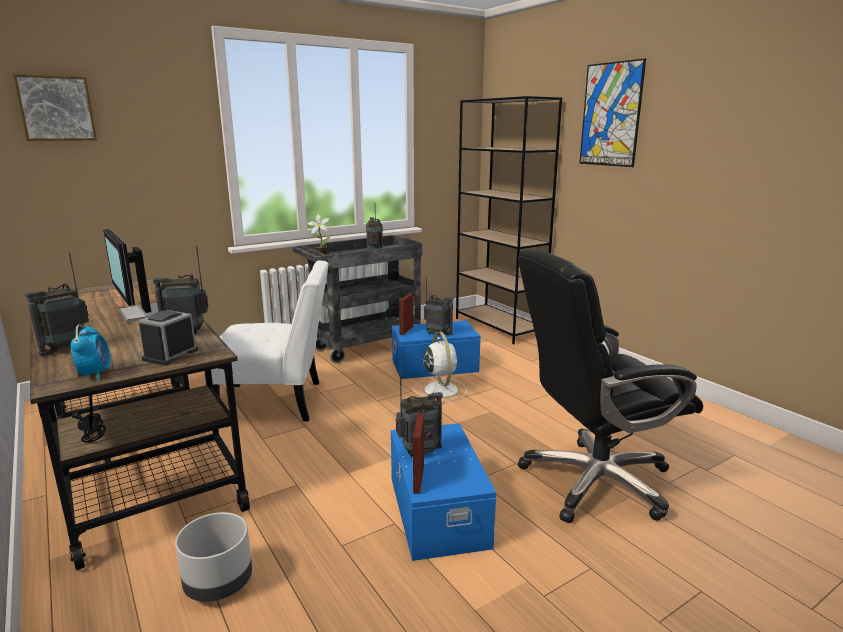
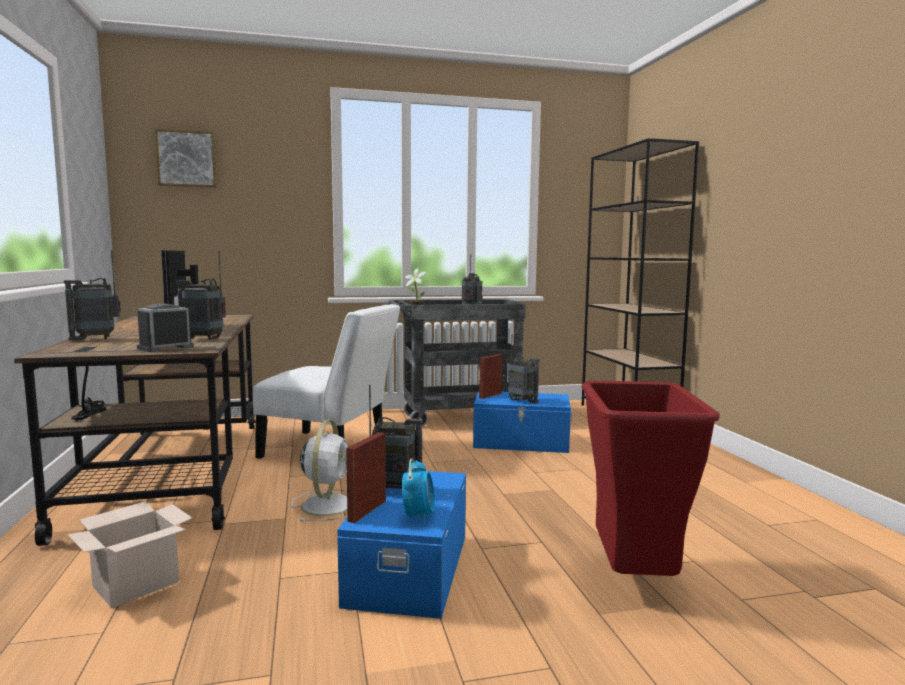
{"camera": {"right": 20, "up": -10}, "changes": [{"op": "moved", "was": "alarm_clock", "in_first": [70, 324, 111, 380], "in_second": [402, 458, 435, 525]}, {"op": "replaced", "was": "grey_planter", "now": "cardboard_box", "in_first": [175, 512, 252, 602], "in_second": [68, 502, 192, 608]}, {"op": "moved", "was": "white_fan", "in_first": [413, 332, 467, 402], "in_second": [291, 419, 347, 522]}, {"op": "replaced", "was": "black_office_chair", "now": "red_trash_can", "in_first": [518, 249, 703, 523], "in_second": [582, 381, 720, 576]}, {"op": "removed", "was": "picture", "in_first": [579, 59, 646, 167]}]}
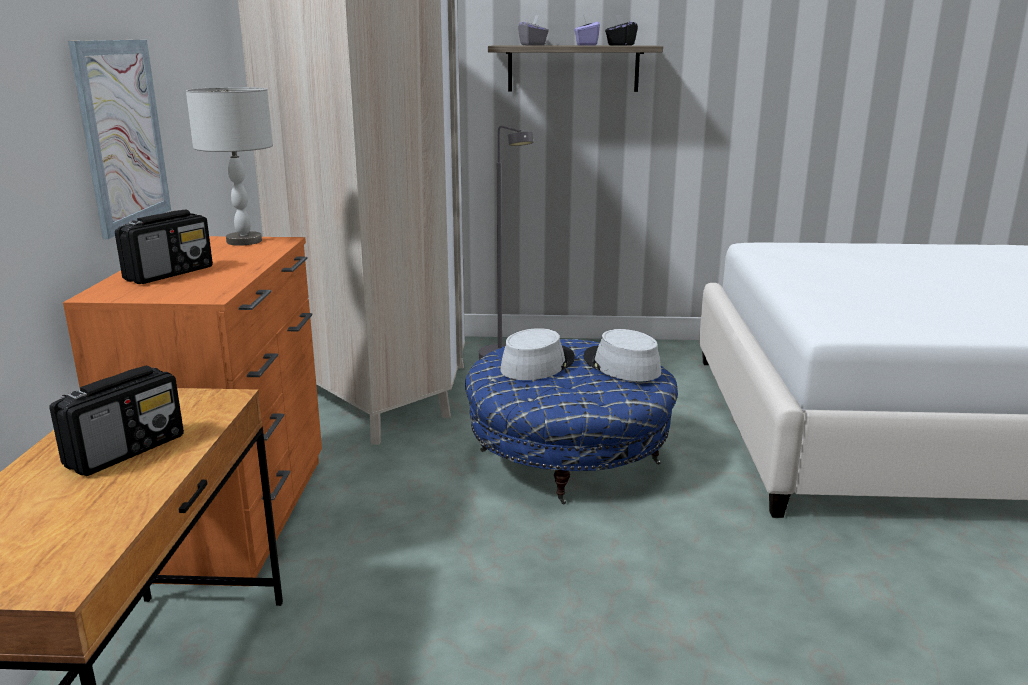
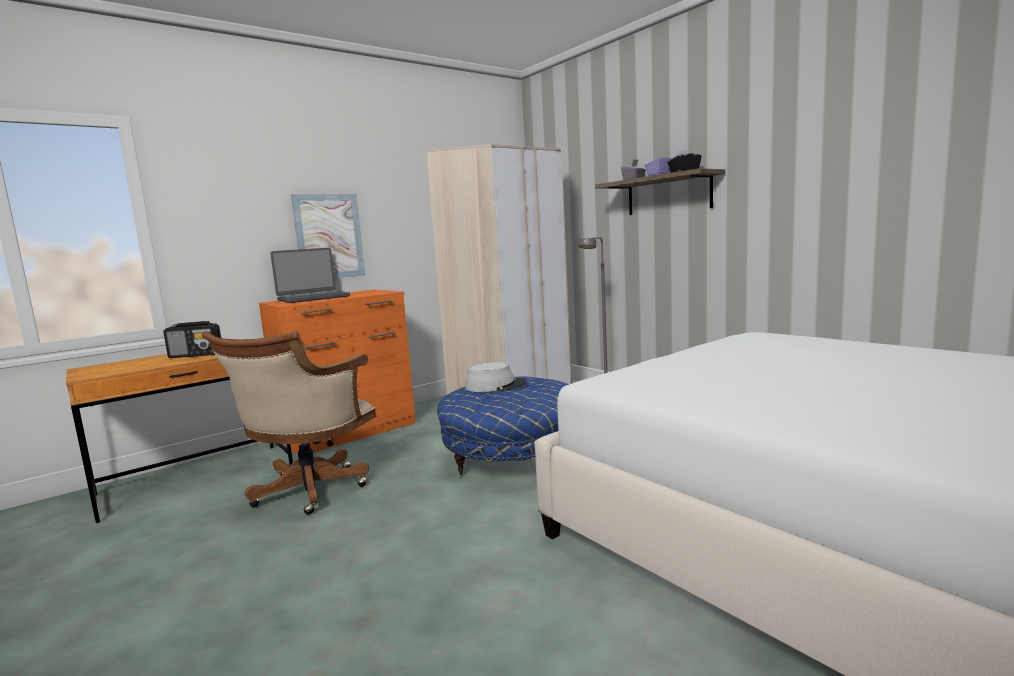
{"camera": {"right": 50, "up": -10}, "changes": [{"op": "replaced", "was": "radio", "now": "laptop", "in_first": [115, 210, 213, 284], "in_second": [270, 248, 350, 303]}, {"op": "removed", "was": "grey_table_lamp", "in_first": [186, 87, 273, 246]}, {"op": "removed", "was": "grey_hat", "in_first": [583, 329, 661, 381]}, {"op": "added", "now": "office_chair", "in_second": [201, 331, 376, 514]}]}
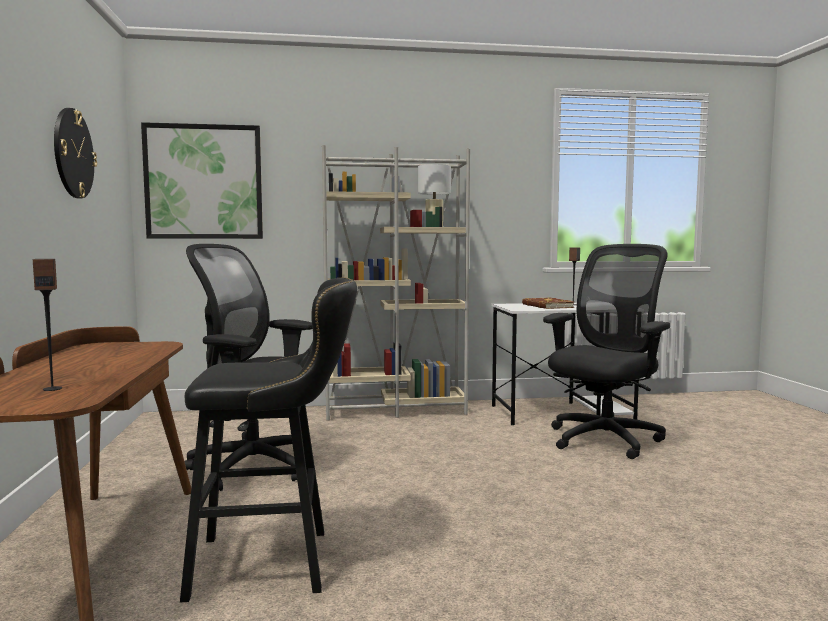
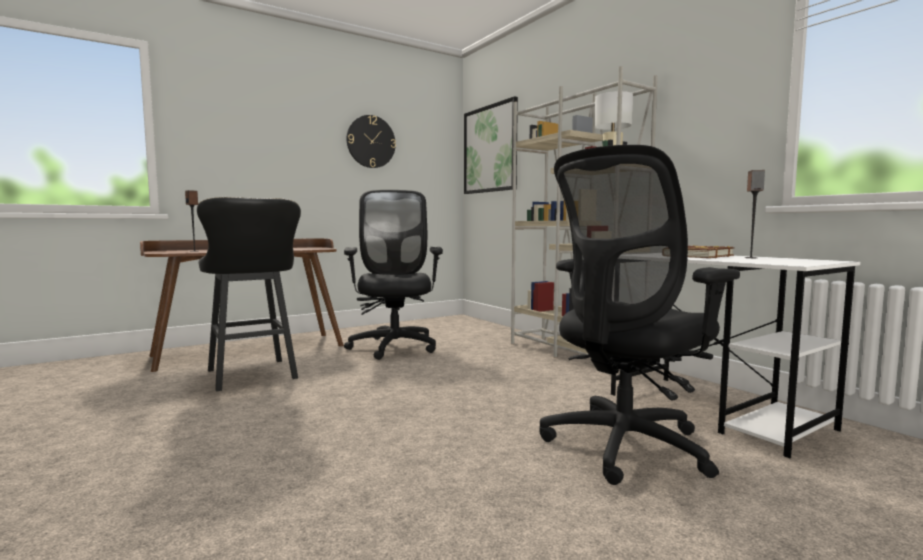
{"camera": {"right": 65, "up": 0}, "changes": [{"op": "turned", "was": "black_office_chair", "in_first": [543, 244, 670, 459], "in_second": [539, 145, 740, 485], "clockwise": 120}]}
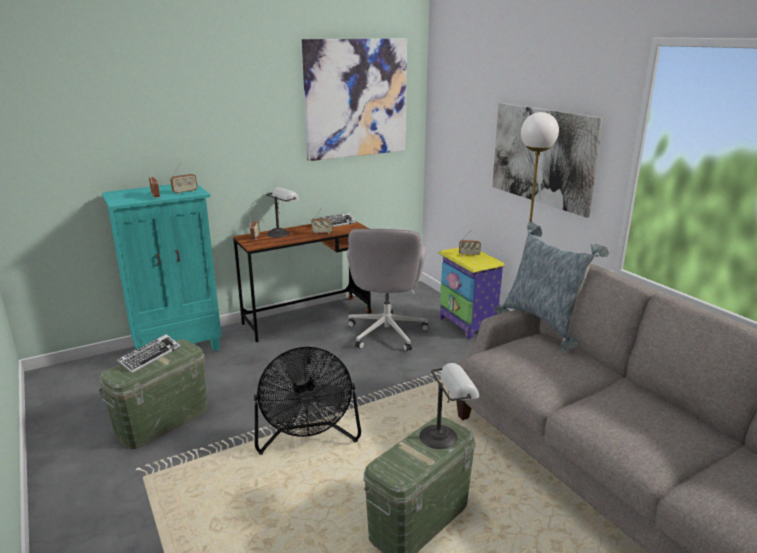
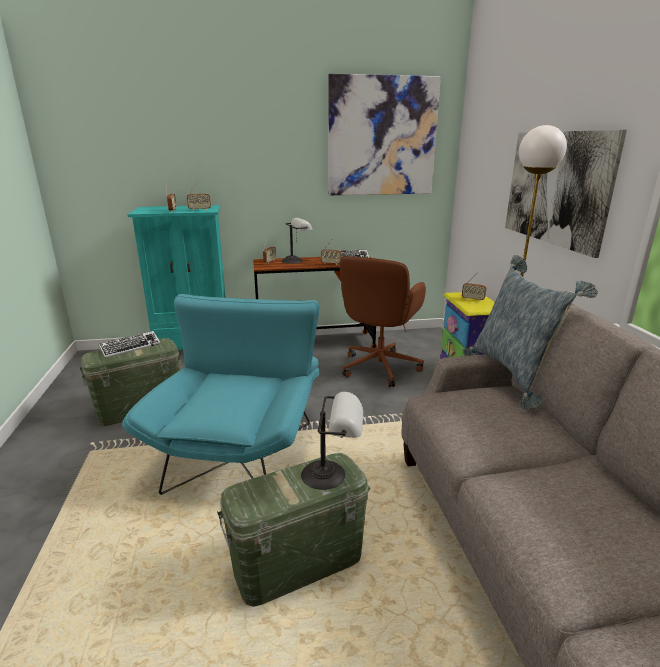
{"camera": {"right": 20, "up": 0}, "changes": [{"op": "replaced", "was": "black_fan", "now": "turquoise_armchair", "in_first": [254, 347, 361, 455], "in_second": [122, 294, 319, 495]}, {"op": "recoloured", "was": "grey_office_chair", "now": "brown_office_chair", "in_first": [347, 229, 428, 351], "in_second": [339, 256, 426, 387]}]}
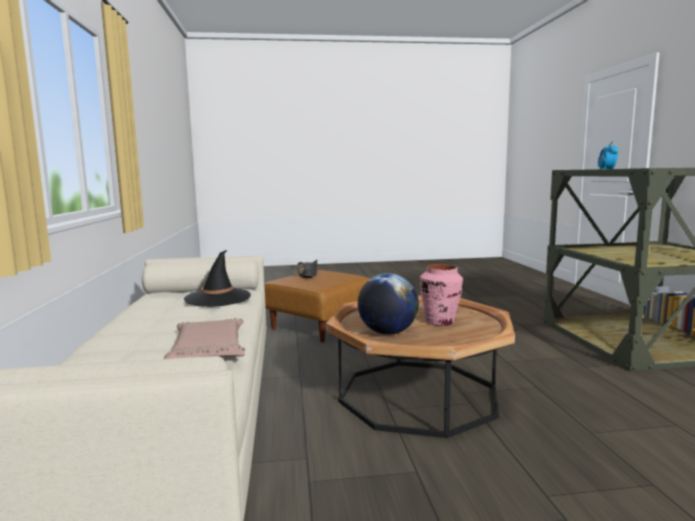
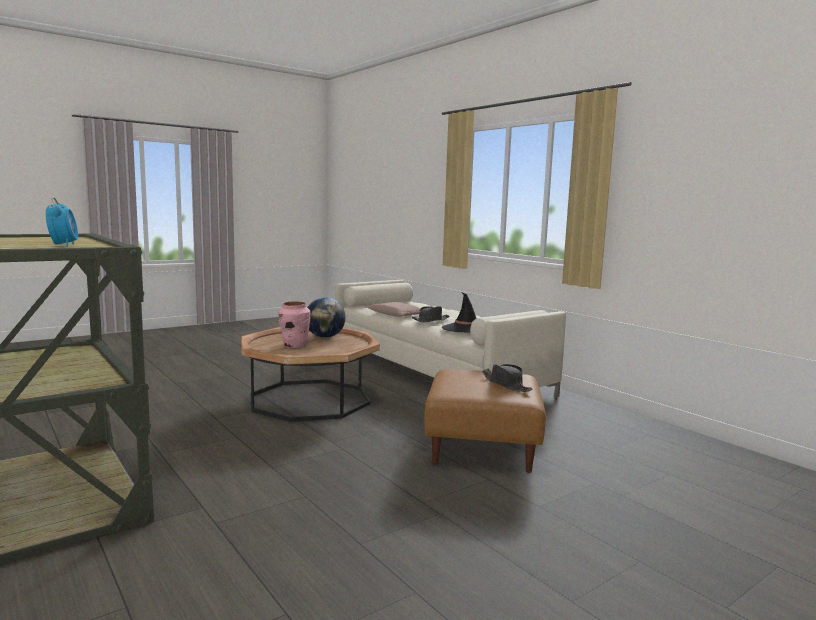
{"camera": {"right": 150, "up": 0}, "changes": [{"op": "added", "now": "black_hat", "in_second": [412, 306, 449, 323]}]}
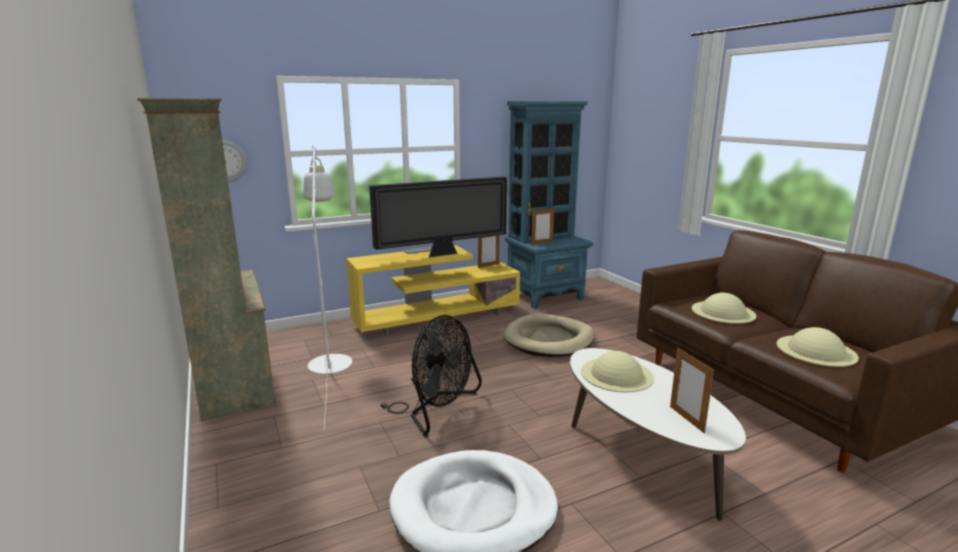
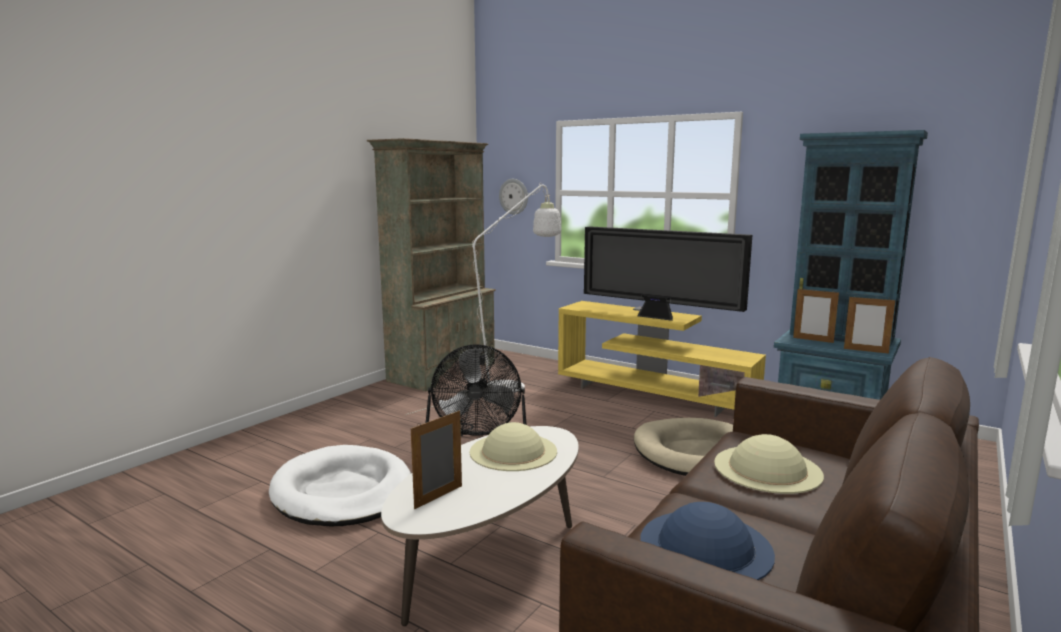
{"camera": {"right": 60, "up": -5}, "changes": [{"op": "moved", "was": "picture_frame", "in_first": [478, 235, 500, 268], "in_second": [844, 295, 895, 354]}, {"op": "recoloured", "was": "beige_hat", "now": "blue_hat", "in_first": [777, 327, 859, 367], "in_second": [640, 502, 775, 580]}]}
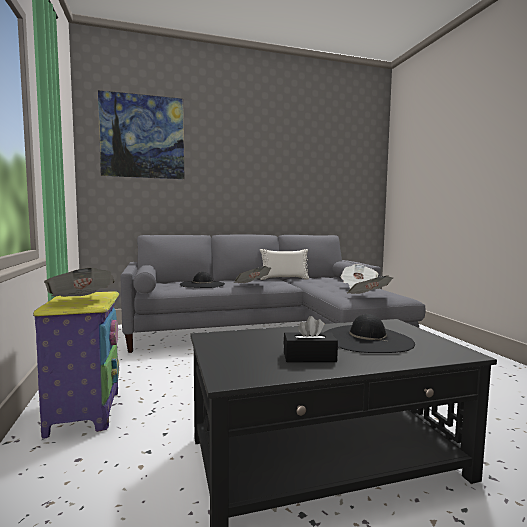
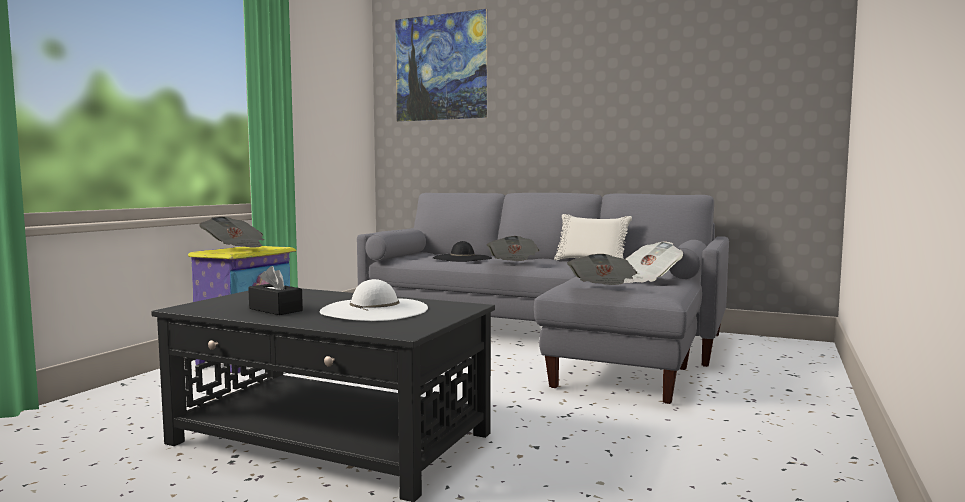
{"camera": {"right": 40, "up": 0}, "changes": [{"op": "recoloured", "was": "black_hat", "now": "white_hat", "in_first": [325, 314, 415, 353], "in_second": [319, 279, 428, 321]}]}
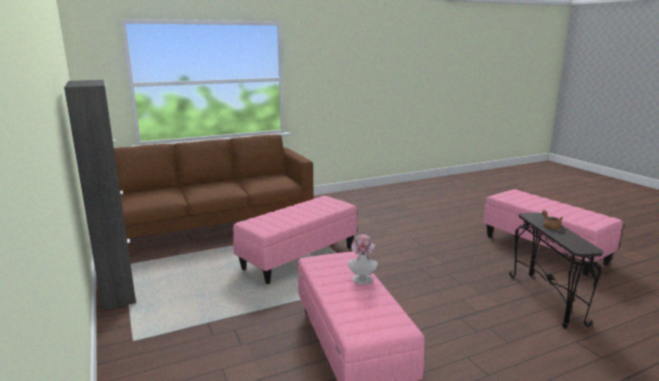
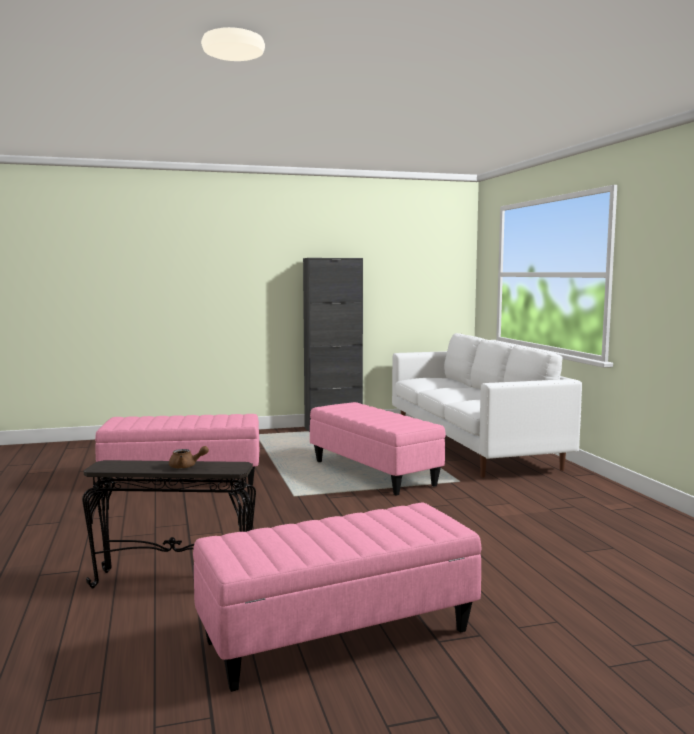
{"camera": {"right": 100, "up": -10}, "changes": [{"op": "recoloured", "was": "brown_sofa", "now": "white_sofa", "in_first": [114, 134, 314, 256], "in_second": [392, 333, 582, 478]}, {"op": "removed", "was": "hat", "in_first": [348, 234, 378, 285]}]}
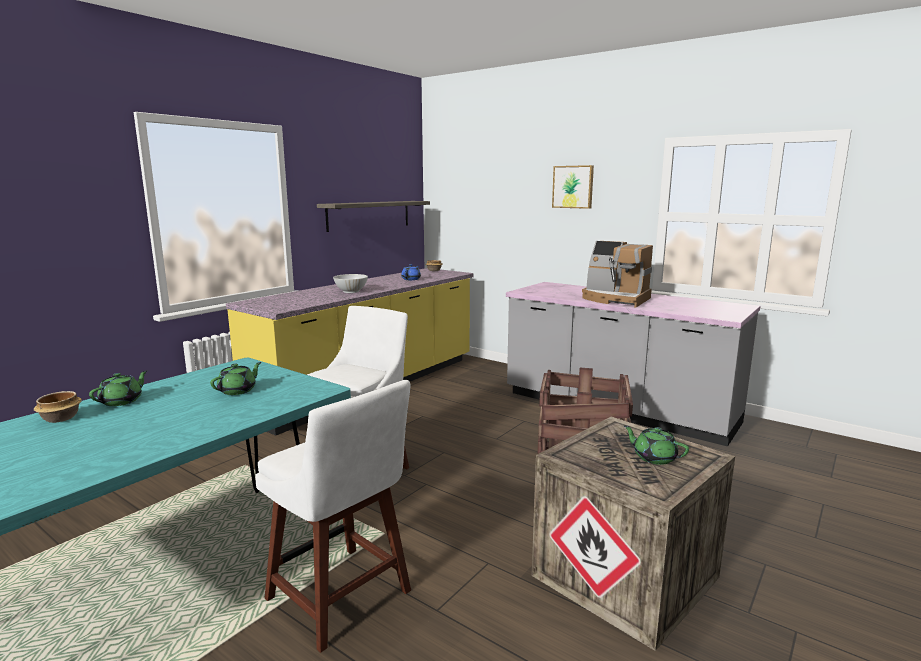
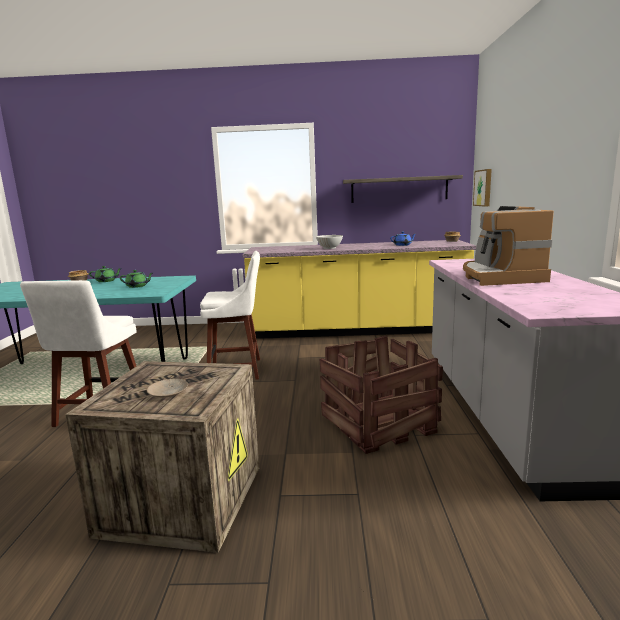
{"camera": {"right": 55, "up": 0}, "changes": [{"op": "moved", "was": "picture", "in_first": [552, 165, 594, 209], "in_second": [473, 169, 492, 206]}, {"op": "replaced", "was": "green_teapot", "now": "beige_plate", "in_first": [623, 425, 689, 465], "in_second": [147, 379, 188, 398]}]}
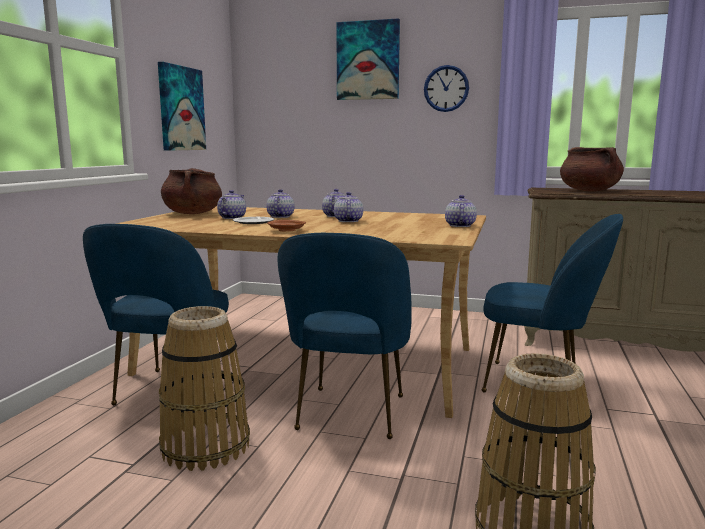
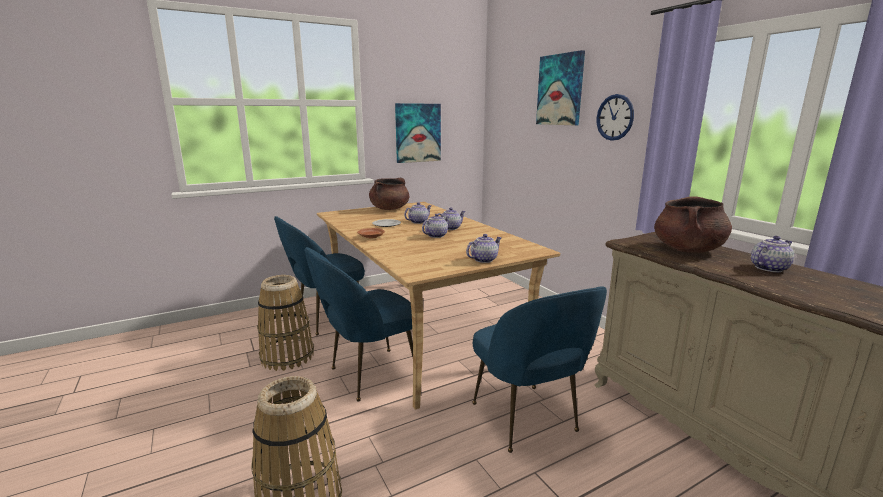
{"camera": {"right": 45, "up": 5}, "changes": [{"op": "moved", "was": "teapot", "in_first": [217, 190, 246, 219], "in_second": [751, 236, 794, 272]}]}
